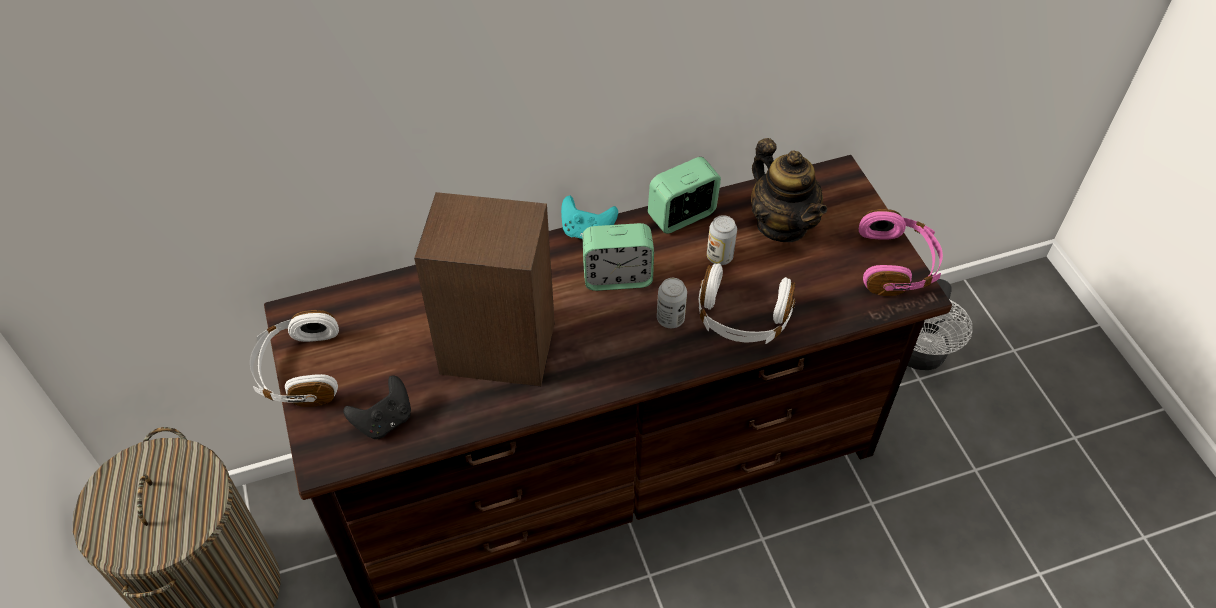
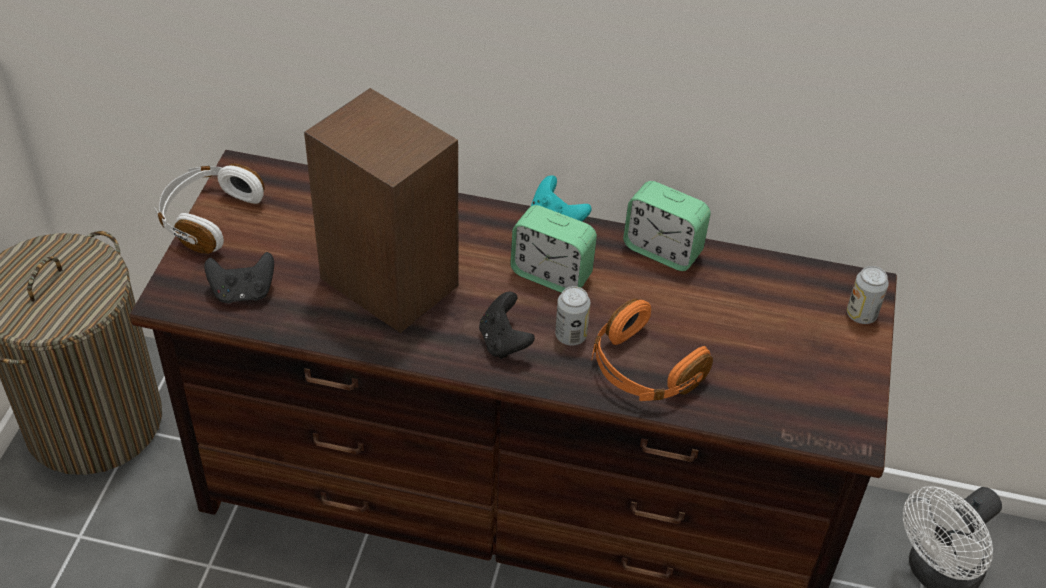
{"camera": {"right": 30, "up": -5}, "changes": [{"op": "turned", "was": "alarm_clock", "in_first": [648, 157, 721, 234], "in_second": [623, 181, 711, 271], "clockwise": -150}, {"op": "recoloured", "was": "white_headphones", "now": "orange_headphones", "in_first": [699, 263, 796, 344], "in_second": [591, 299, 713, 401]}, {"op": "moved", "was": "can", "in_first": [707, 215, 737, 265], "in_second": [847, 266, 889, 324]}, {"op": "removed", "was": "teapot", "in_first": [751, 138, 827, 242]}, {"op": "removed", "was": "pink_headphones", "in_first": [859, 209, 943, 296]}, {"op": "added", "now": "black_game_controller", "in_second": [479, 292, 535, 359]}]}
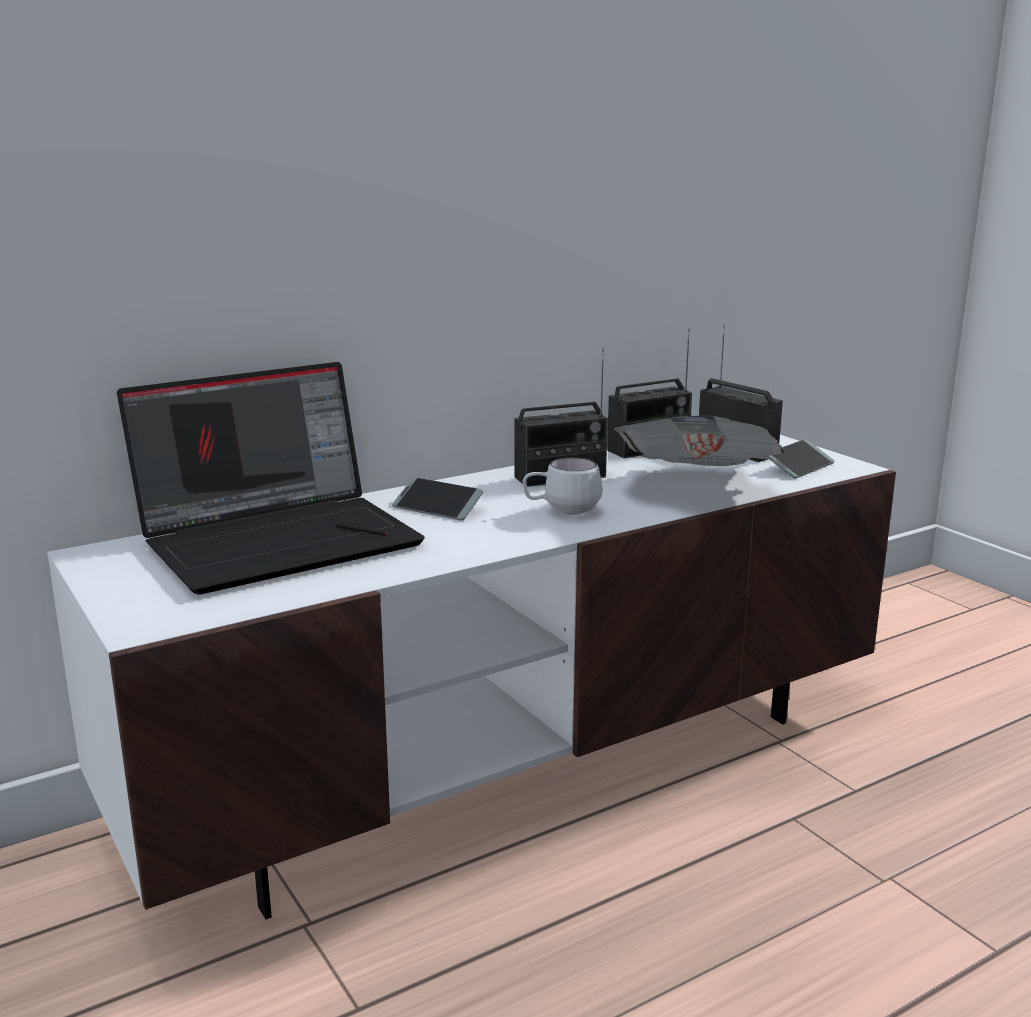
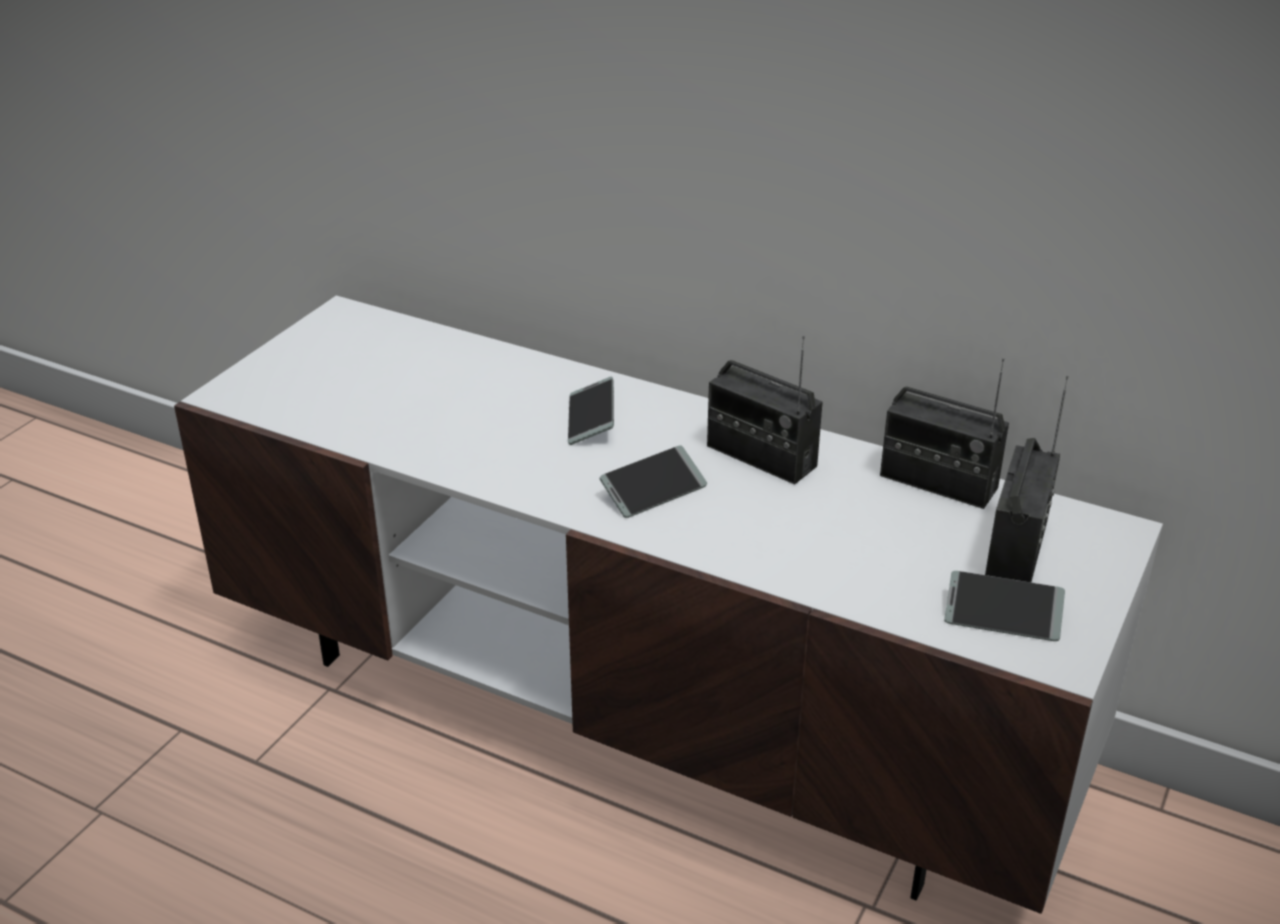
{"camera": {"right": 60, "up": 15}, "changes": [{"op": "removed", "was": "laptop", "in_first": [117, 362, 425, 595]}, {"op": "replaced", "was": "white_mug", "now": "phone", "in_first": [523, 458, 603, 515], "in_second": [600, 445, 707, 518]}, {"op": "removed", "was": "newspaper", "in_first": [613, 416, 785, 466]}]}
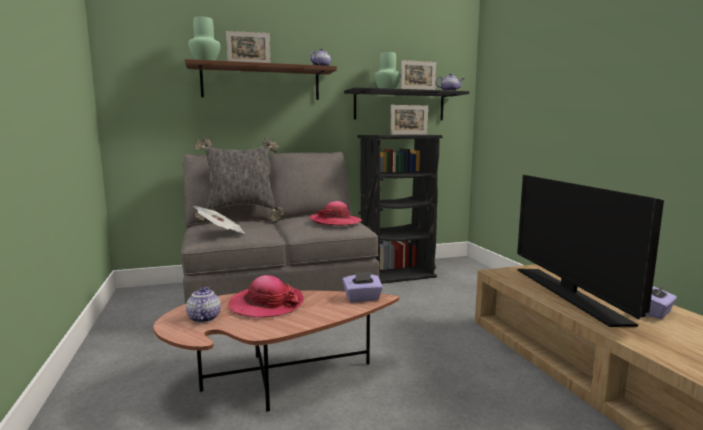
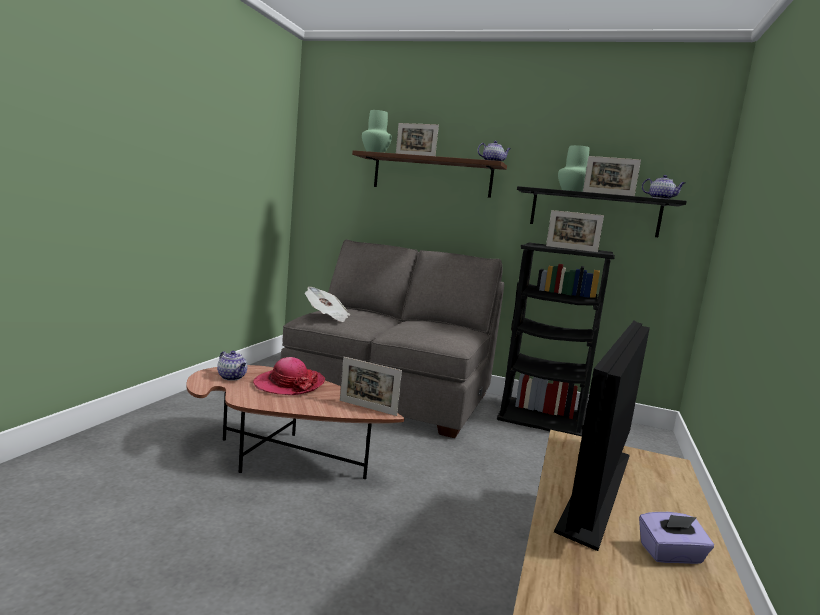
{"camera": {"right": 35, "up": 0}, "changes": [{"op": "turned", "was": "teapot", "in_first": [186, 287, 221, 323], "in_second": [217, 351, 247, 381], "clockwise": 105}, {"op": "removed", "was": "pillow", "in_first": [193, 137, 286, 221]}, {"op": "removed", "was": "hat", "in_first": [310, 201, 362, 226]}, {"op": "replaced", "was": "purple_tissue_box", "now": "picture_frame", "in_first": [343, 272, 383, 302], "in_second": [340, 357, 402, 416]}]}
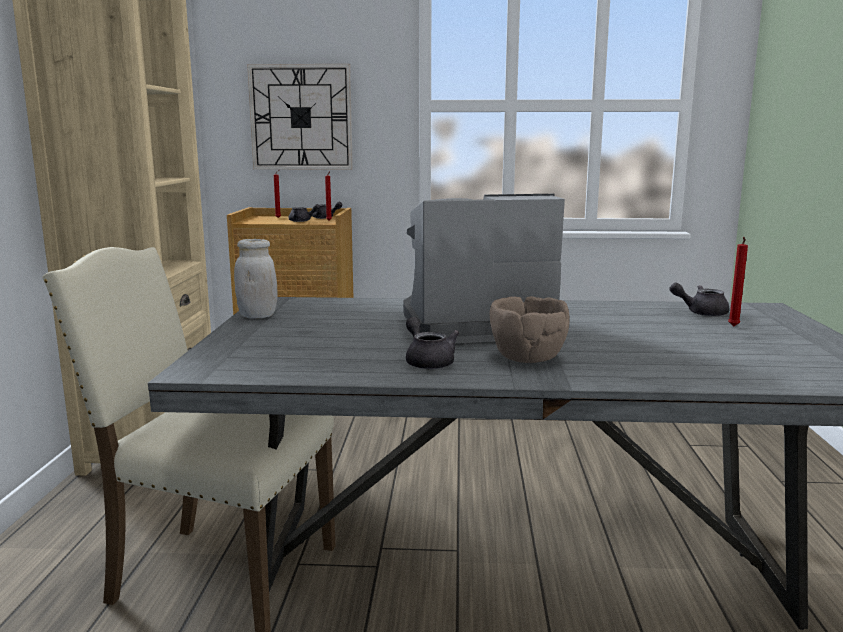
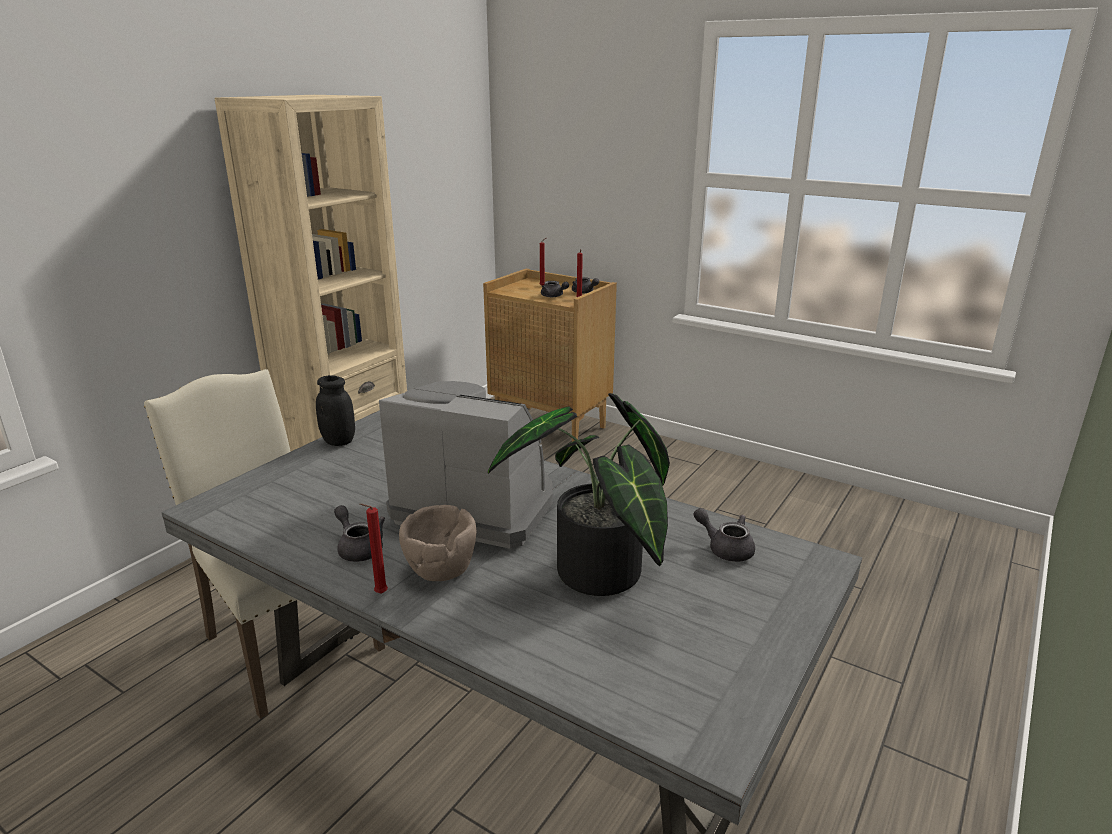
{"camera": {"right": 30, "up": 10}, "changes": [{"op": "recoloured", "was": "white_jar", "now": "black_jar", "in_first": [234, 239, 277, 319], "in_second": [316, 375, 355, 446]}, {"op": "removed", "was": "wall_clock", "in_first": [247, 64, 353, 170]}, {"op": "turned", "was": "grey_teapot", "in_first": [406, 317, 459, 369], "in_second": [334, 505, 385, 562], "clockwise": -45}, {"op": "moved", "was": "red_candle", "in_first": [728, 237, 748, 327], "in_second": [360, 503, 388, 594]}, {"op": "added", "now": "potted_plant", "in_second": [488, 393, 670, 596]}]}
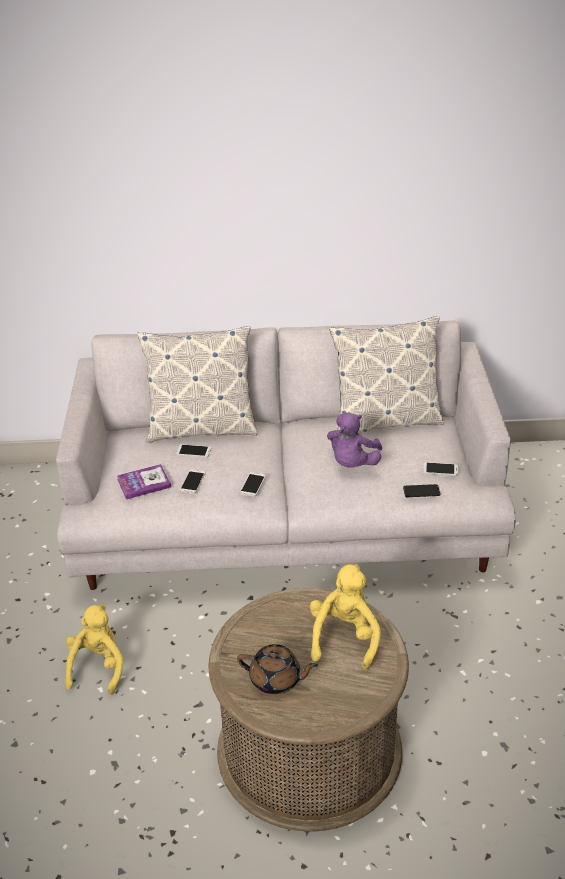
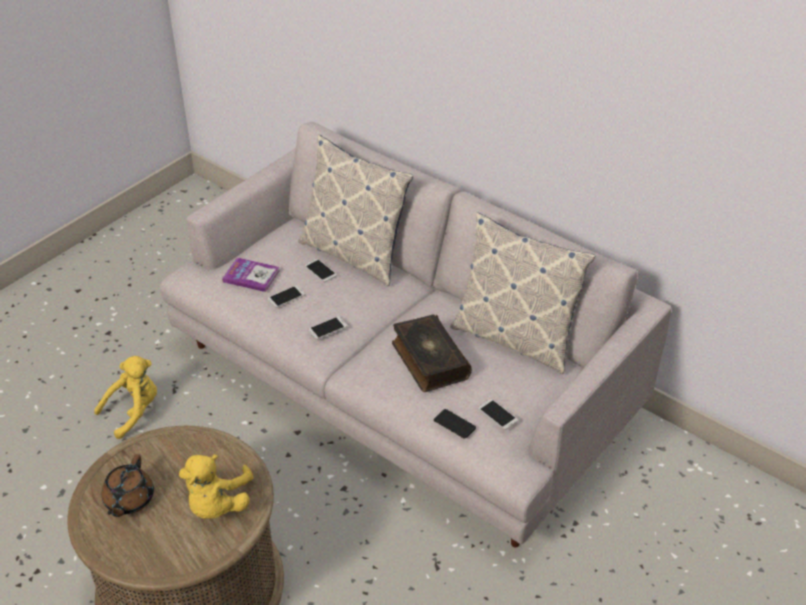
{"camera": {"right": 40, "up": 5}, "changes": [{"op": "turned", "was": "brown_teapot", "in_first": [237, 644, 318, 694], "in_second": [102, 454, 154, 517], "clockwise": 45}, {"op": "turned", "was": "yellow_plush_toy", "in_first": [310, 564, 381, 670], "in_second": [179, 454, 254, 519], "clockwise": 135}, {"op": "replaced", "was": "purple_plush_toy", "now": "book", "in_first": [327, 412, 382, 467], "in_second": [392, 314, 472, 392]}]}
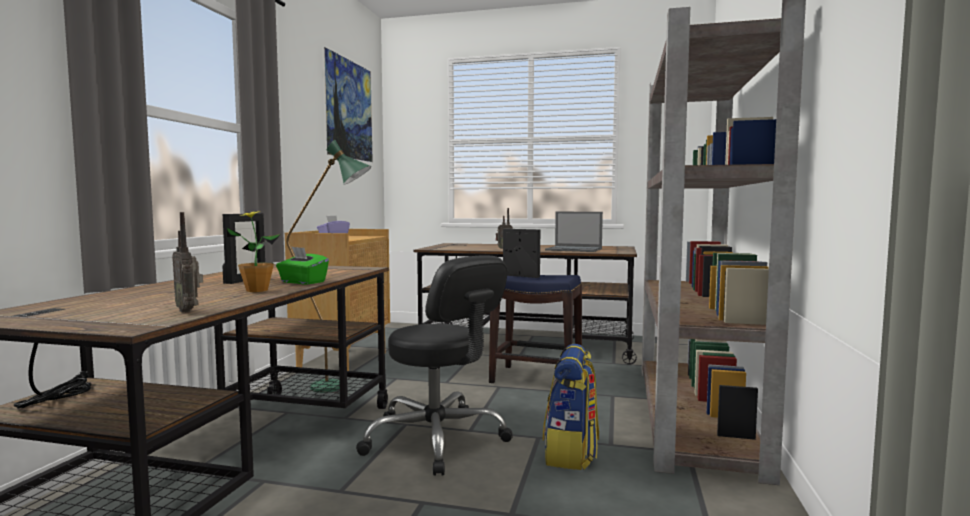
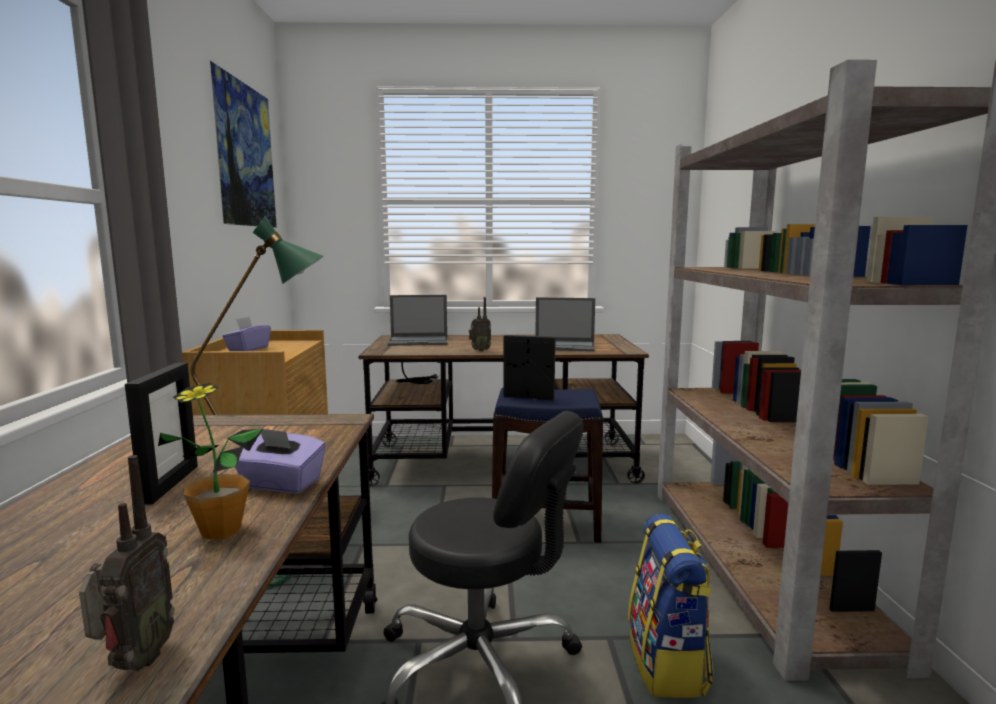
{"camera": {"right": -15, "up": 5}, "changes": [{"op": "turned", "was": "radio", "in_first": [172, 212, 203, 312], "in_second": [79, 455, 175, 671], "clockwise": -120}, {"op": "recoloured", "was": "green_tissue_box", "now": "purple_tissue_box", "in_first": [276, 246, 329, 285], "in_second": [235, 428, 326, 494]}, {"op": "added", "now": "laptop", "in_second": [387, 295, 448, 346]}]}
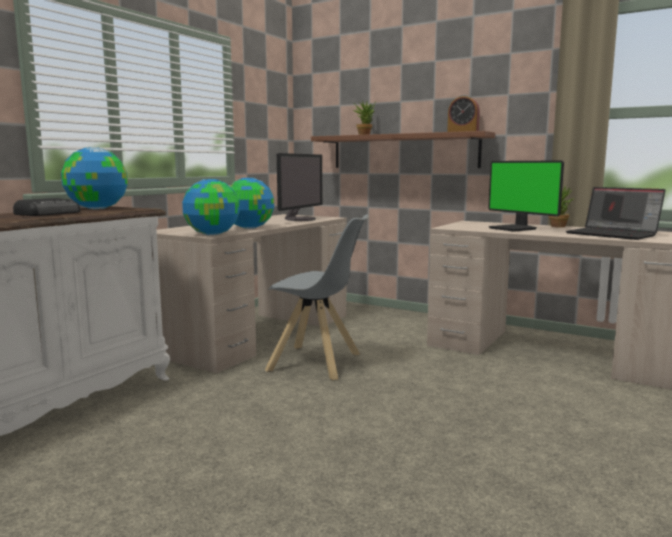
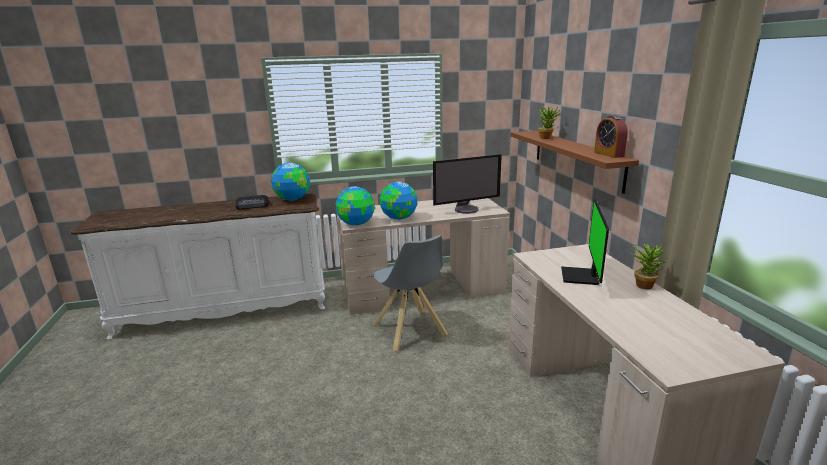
{"camera": {"right": 45, "up": 10}, "changes": [{"op": "removed", "was": "laptop", "in_first": [566, 187, 666, 240]}]}
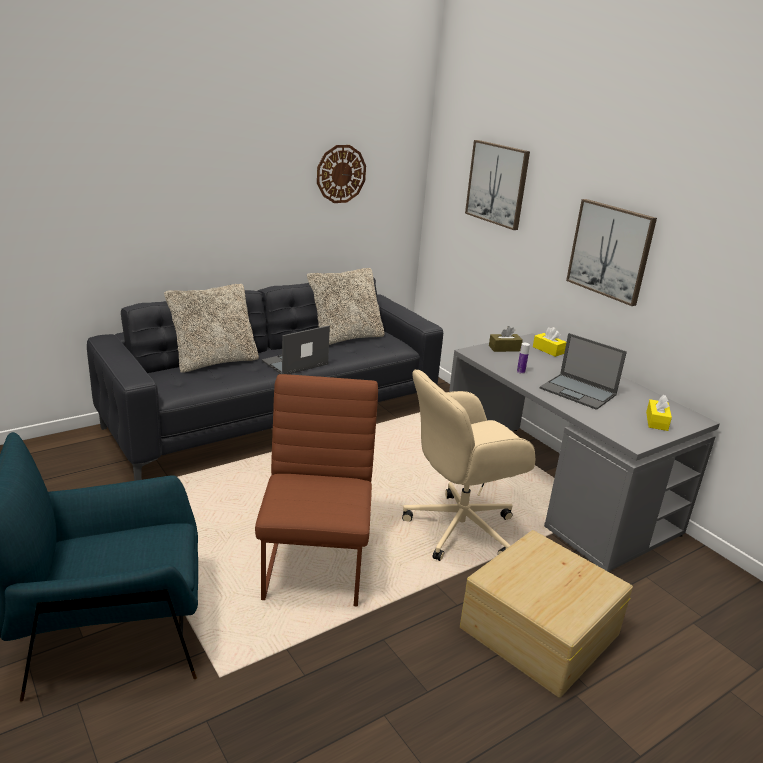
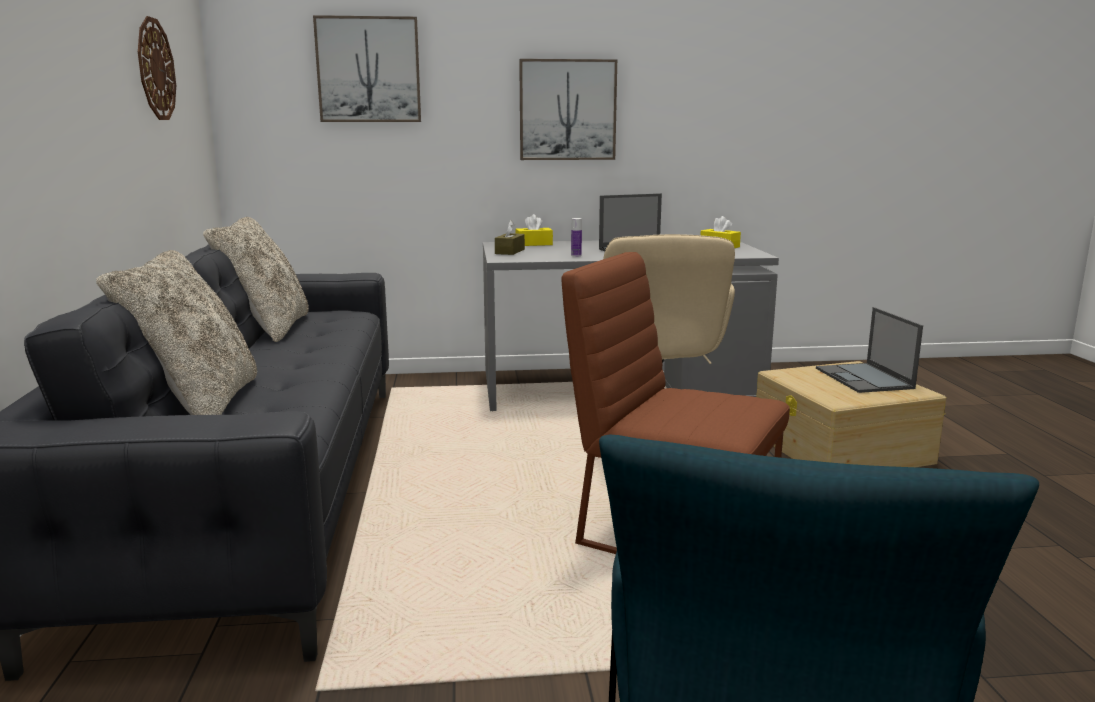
{"camera": {"right": -60, "up": -10}, "changes": [{"op": "moved", "was": "laptop", "in_first": [262, 326, 330, 374], "in_second": [816, 307, 923, 393]}]}
